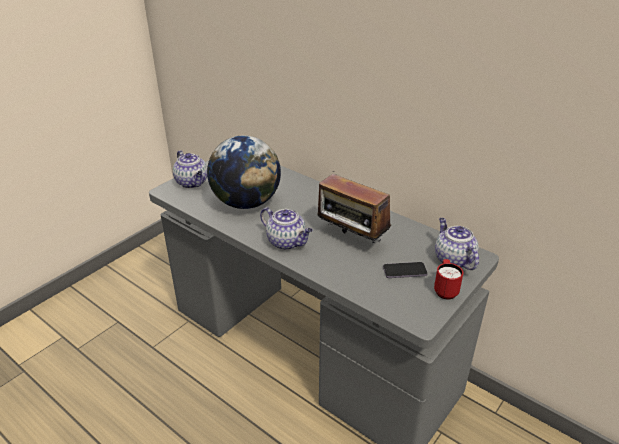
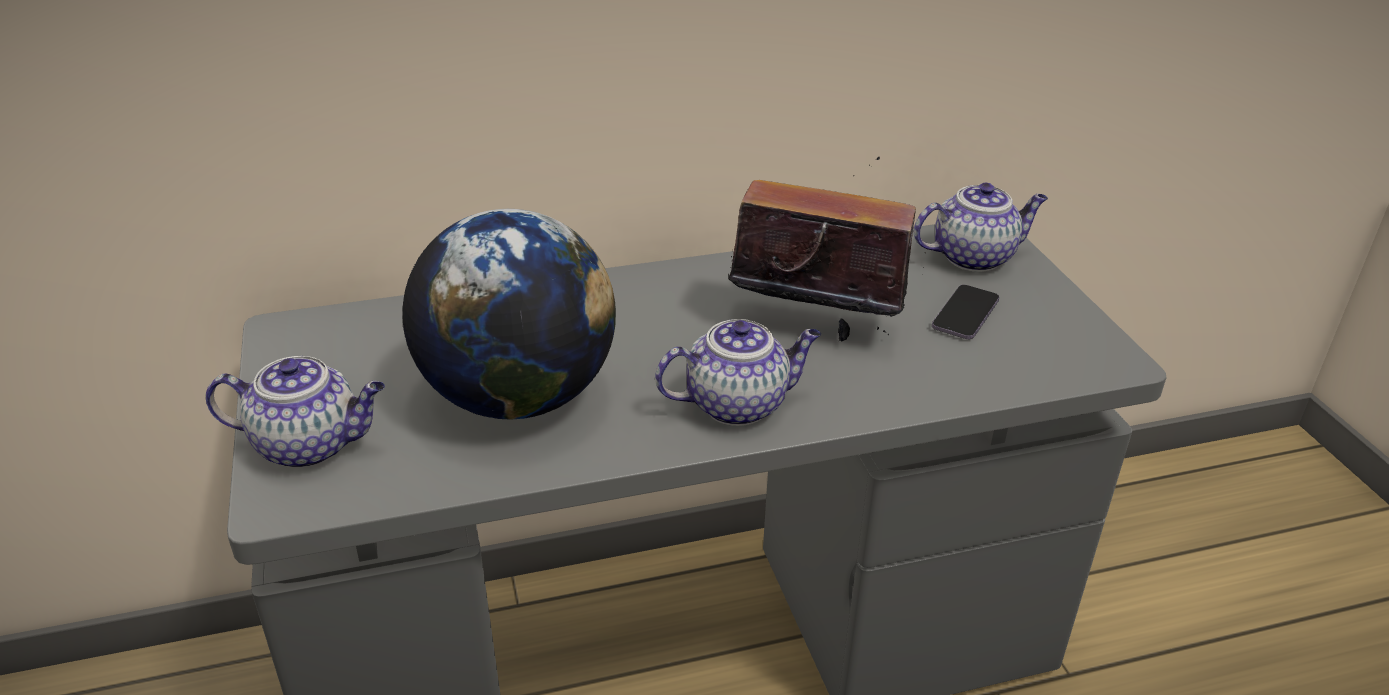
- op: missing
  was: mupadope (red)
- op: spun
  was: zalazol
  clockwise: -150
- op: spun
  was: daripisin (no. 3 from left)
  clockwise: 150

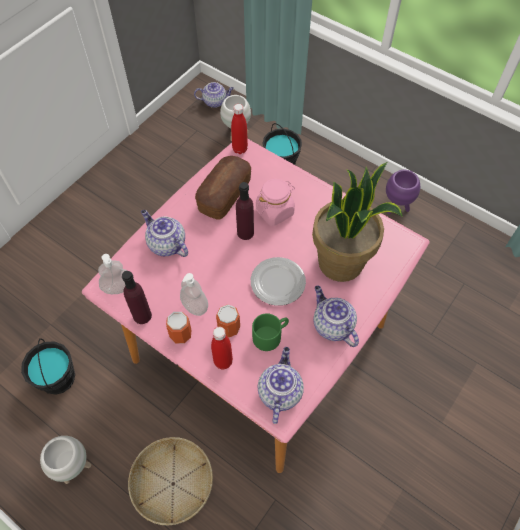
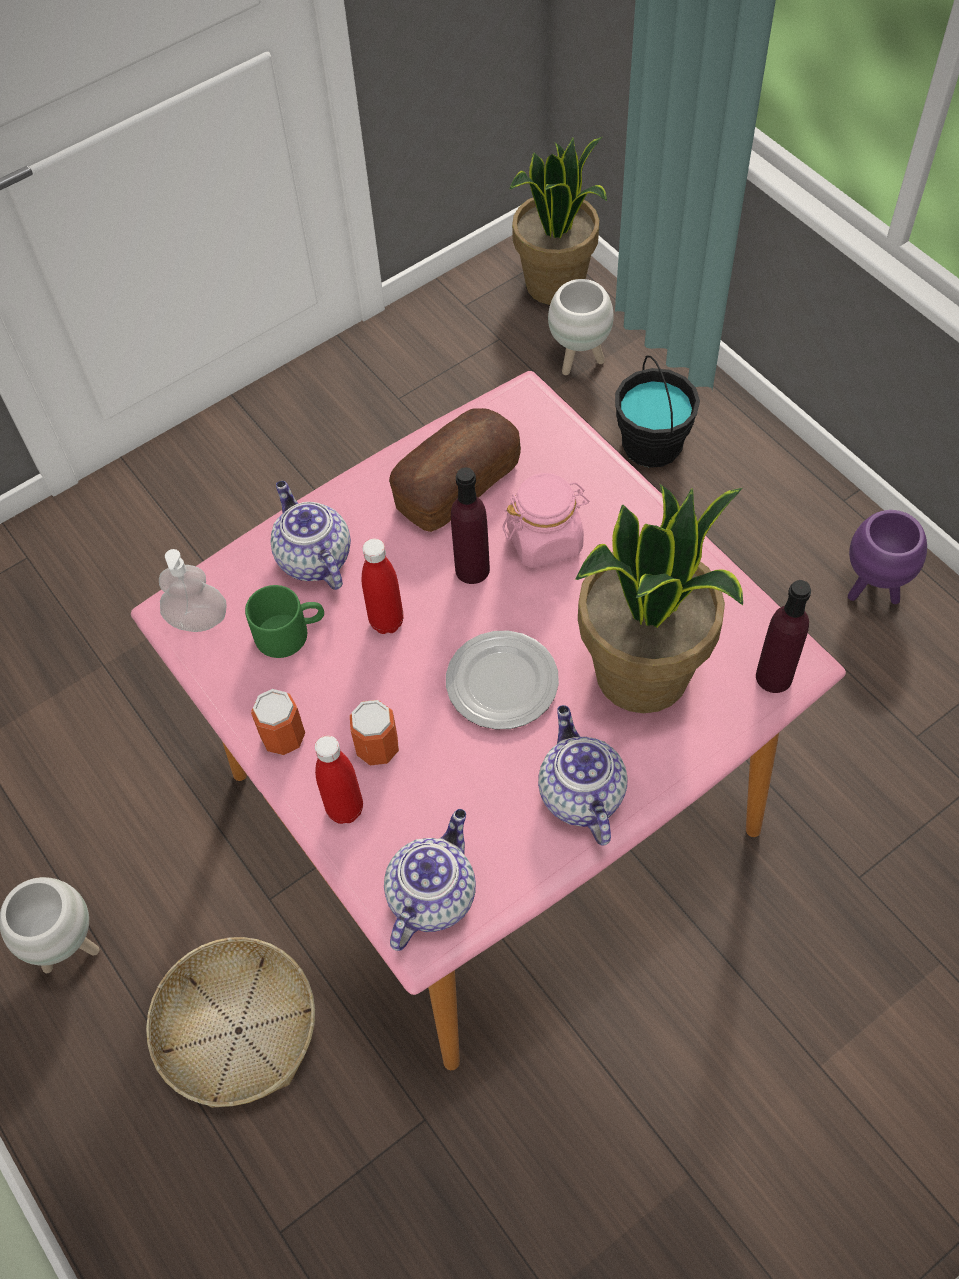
- op: missing
  was: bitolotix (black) (no. 1 from left)
- op: missing
  was: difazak (no. 2 from left)
- op: relocated
  was: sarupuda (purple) (no. 1 from left in the first image)
  now: sarupuda (purple) (no. 2 from left)
- op: relocated
  was: sarupuda (red) (no. 2 from left)
- op: relocated
  was: mupadope (green)
- op: exchanged
  was: daripisin (no. 2 from left)
  now: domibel (no. 1 from left)

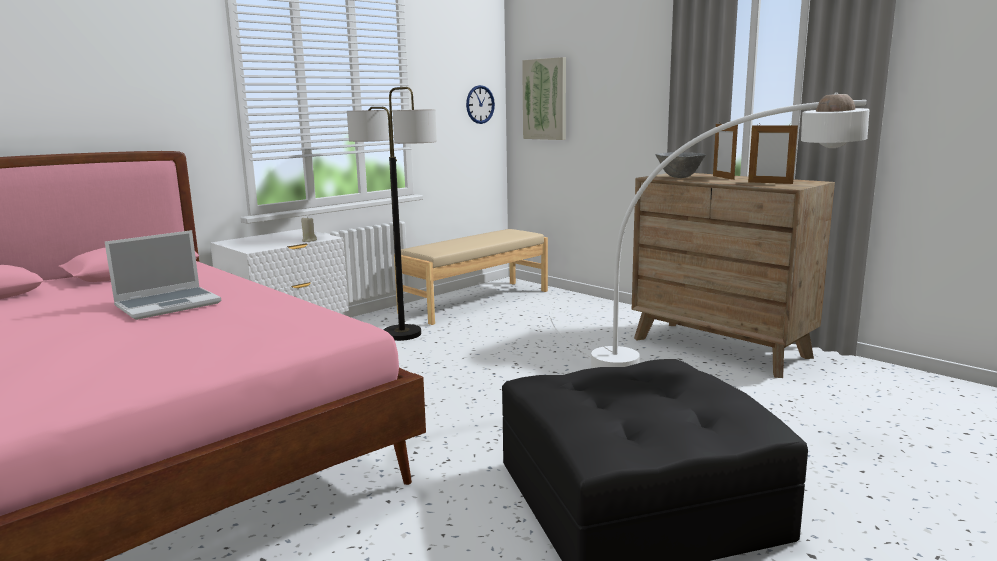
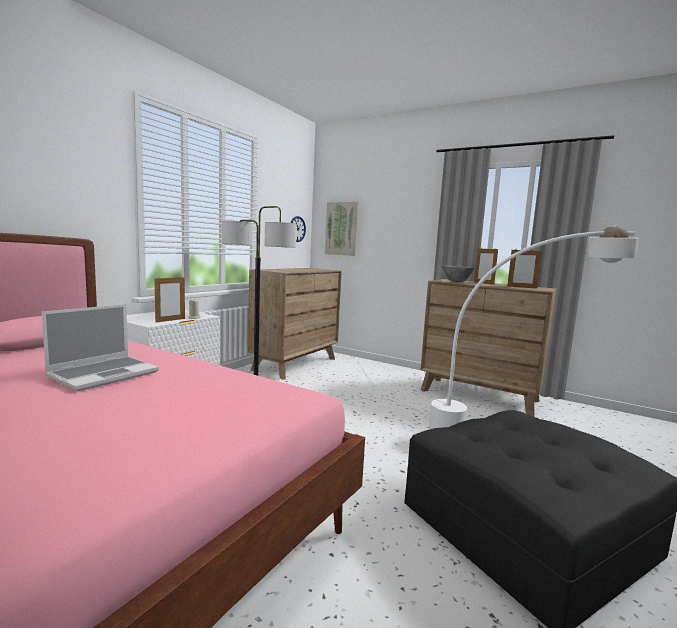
- op: appeared
  now: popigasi (no. 1 from left)
- op: exchanged
  was: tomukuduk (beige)
  now: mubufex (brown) (no. 1 from left)

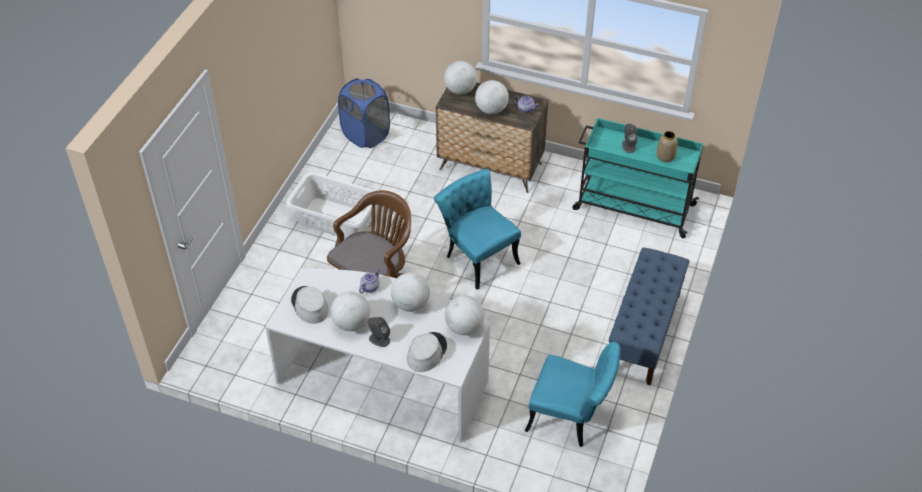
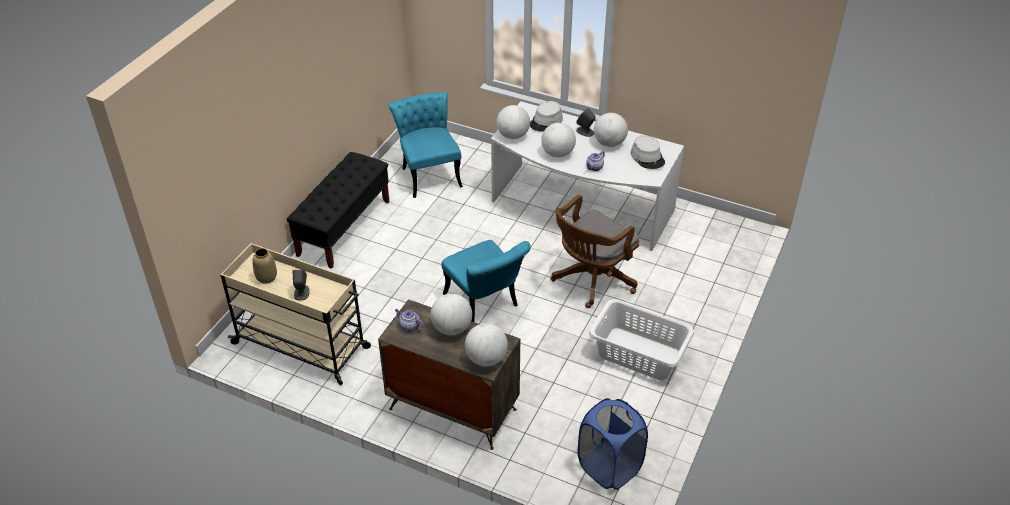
- op: colour
  was: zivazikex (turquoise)
  now: zivazikex (beige)
- op: colour
  was: tomukuduk (blue)
  now: tomukuduk (black)
- op: spun
  was: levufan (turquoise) (no. 2 from left in the first image)
  clockwise: 45

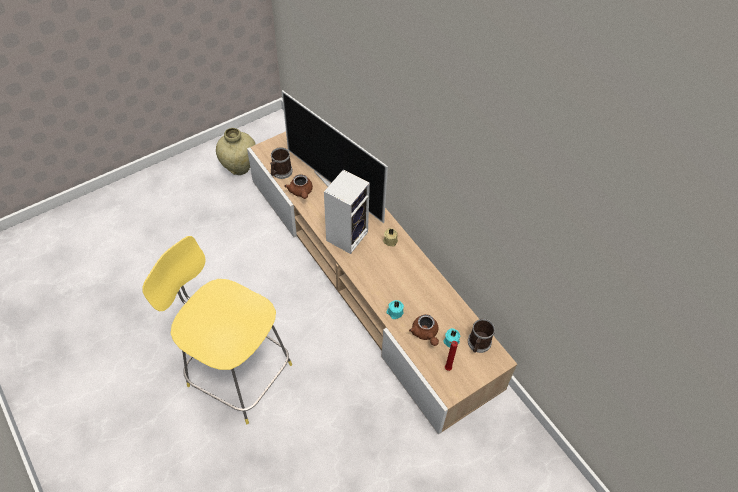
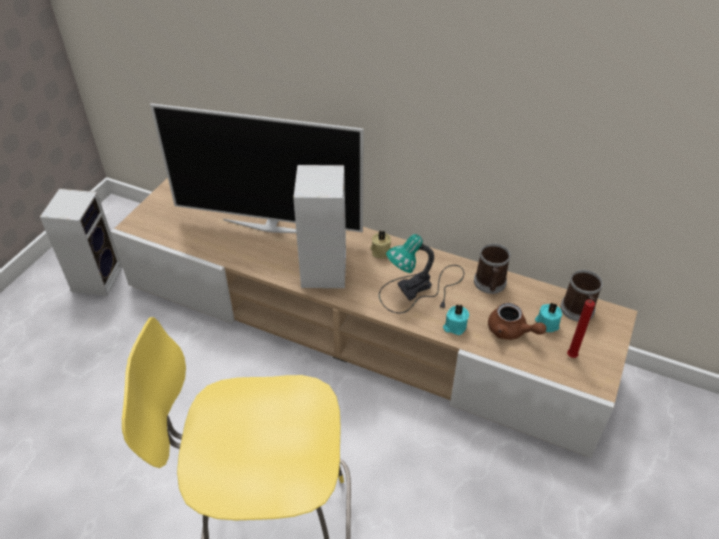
- op: missing
  was: daripisin (brown) (no. 1 from left)
- op: appeared
  now: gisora
- op: relocated
  was: mupadope (no. 1 from left)
- op: exchanged
  was: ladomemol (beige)
  now: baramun (no. 1 from left)

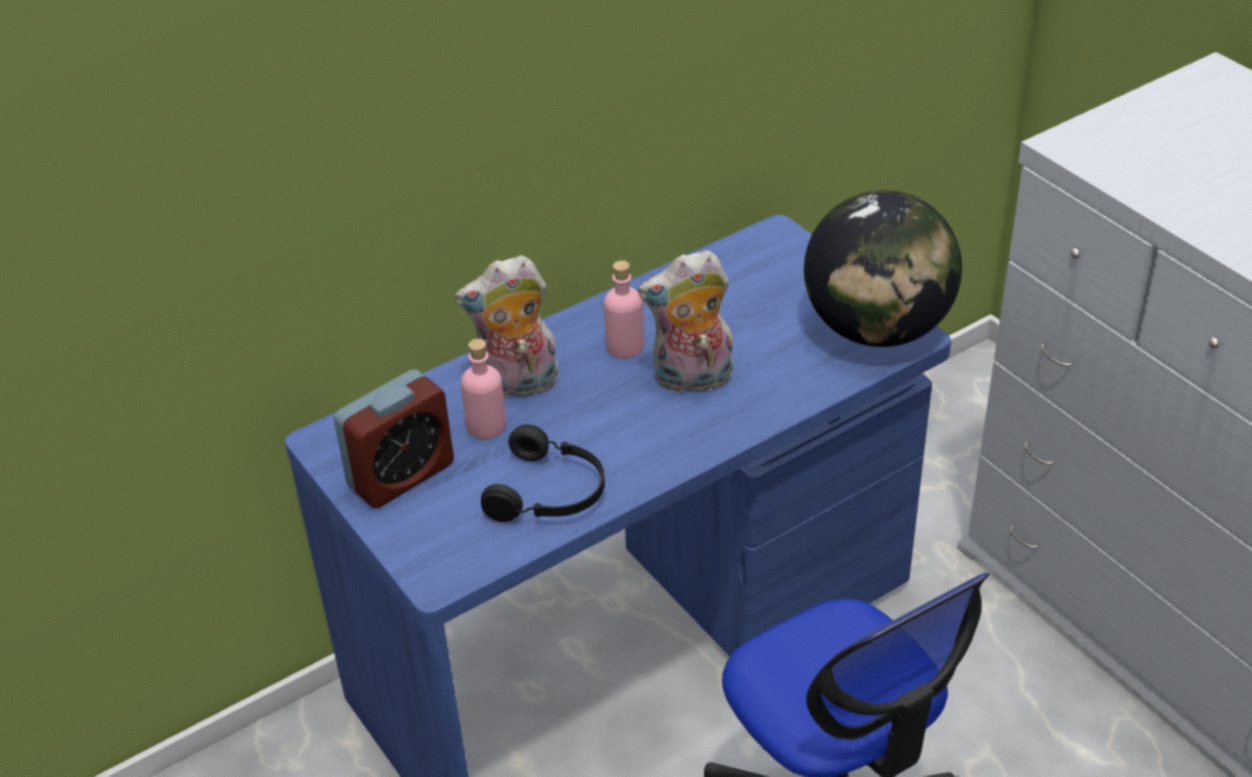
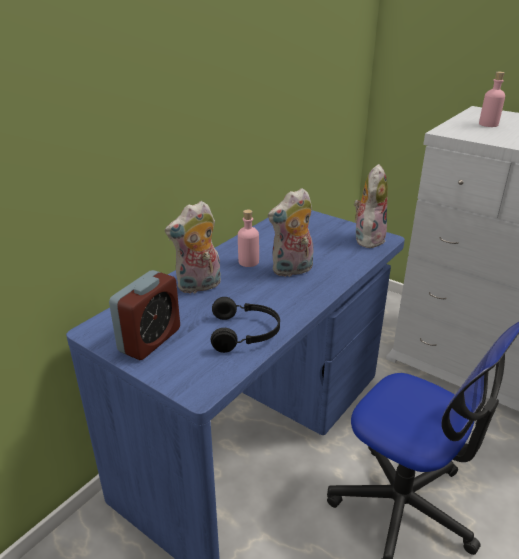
- op: relocated
  was: sarupuda (pink) (no. 1 from left in the first image)
  now: sarupuda (pink) (no. 2 from left)
- op: exchanged
  was: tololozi
  now: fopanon (no. 3 from left)

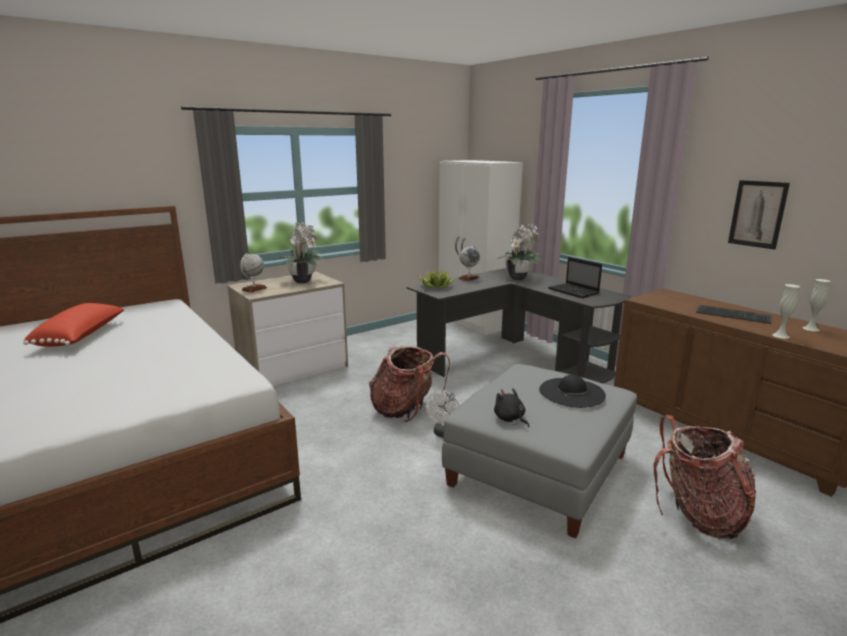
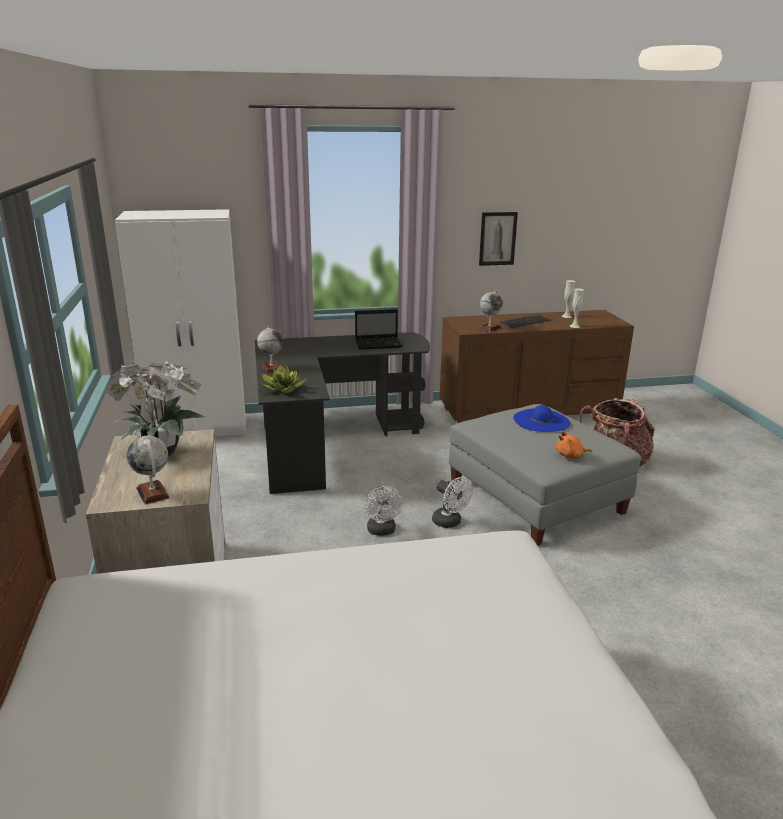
- op: missing
  was: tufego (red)
- op: missing
  was: domibel (no. 3 from left)
- op: appeared
  now: tololozi (no. 3 from left)
- op: exchanged
  was: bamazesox (no. 1 from left)
  now: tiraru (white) (no. 1 from left)
- op: colour
  was: fopanon (black)
  now: fopanon (orange)
- op: colour
  was: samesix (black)
  now: samesix (blue)

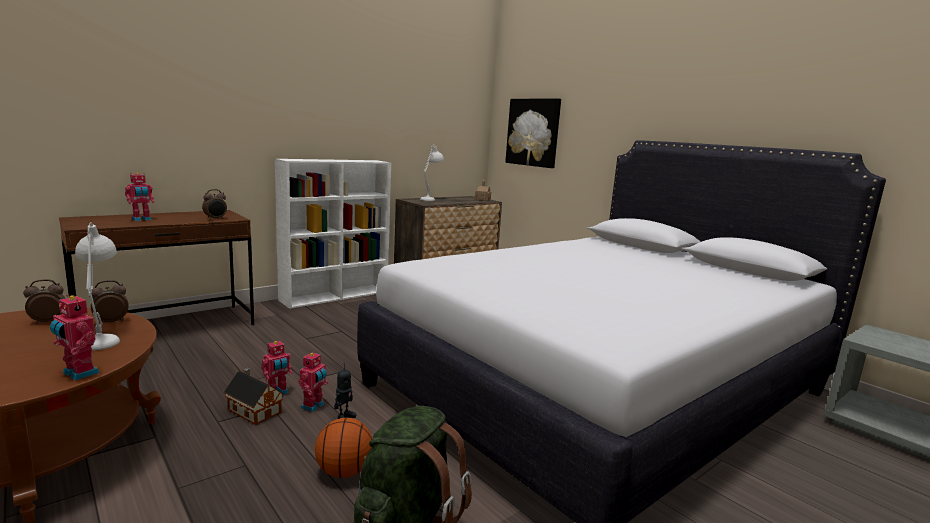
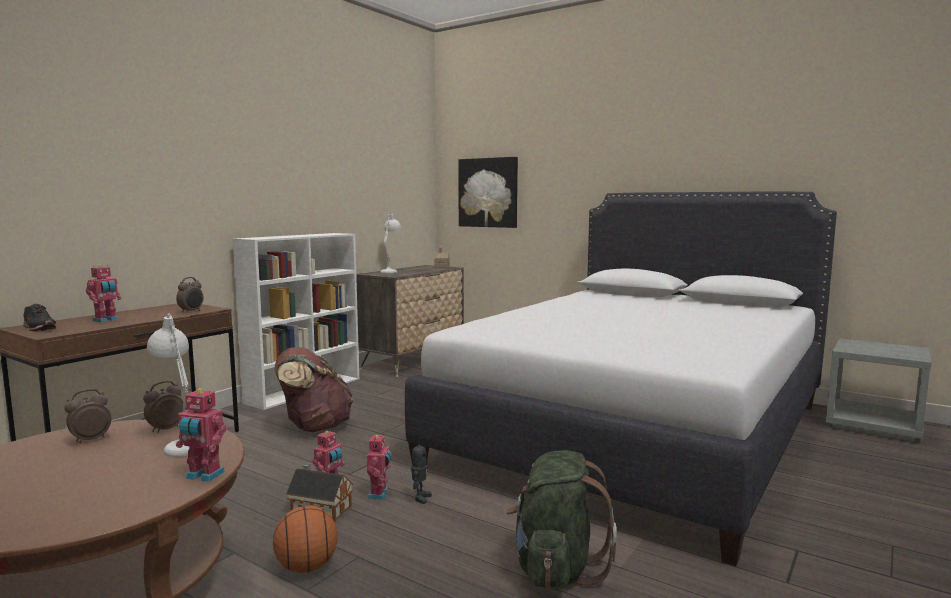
- op: appeared
  now: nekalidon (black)
- op: appeared
  now: bamazesox (brown)
- op: relocated
  was: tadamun

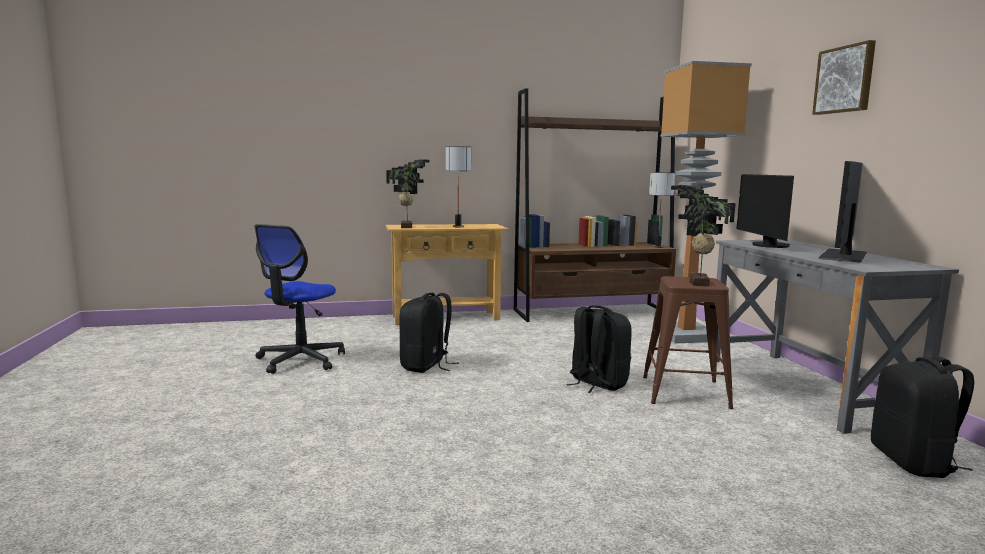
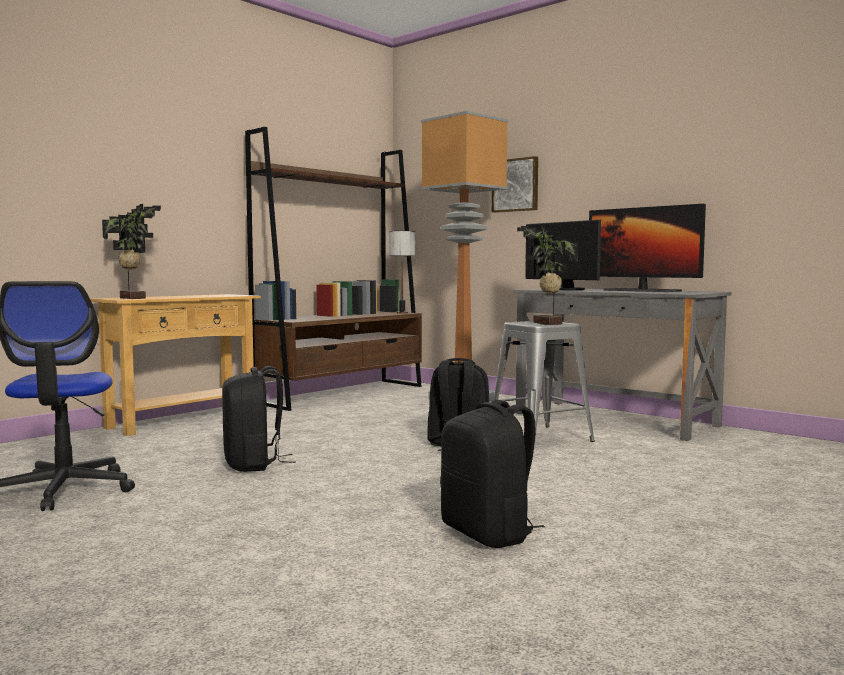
- op: missing
  was: gisora (no. 1 from left)
- op: relocated
  was: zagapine
- op: relocated
  was: bamazesox (black) (no. 3 from left)
- op: colour
  was: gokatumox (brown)
  now: gokatumox (grey)
- op: spun
  was: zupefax (no. 2 from left)
  clockwise: -45

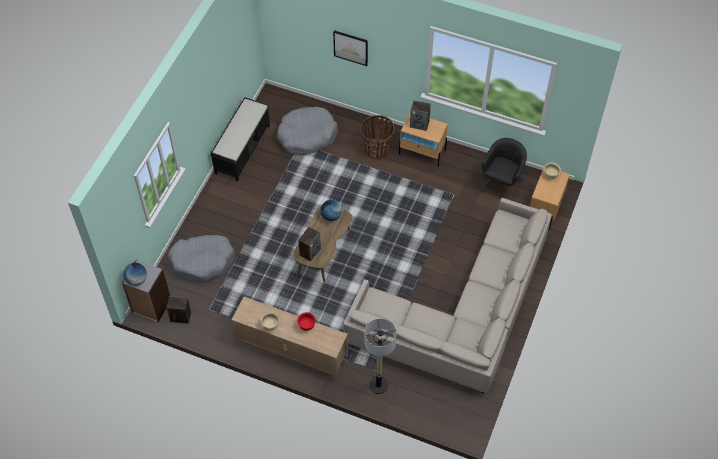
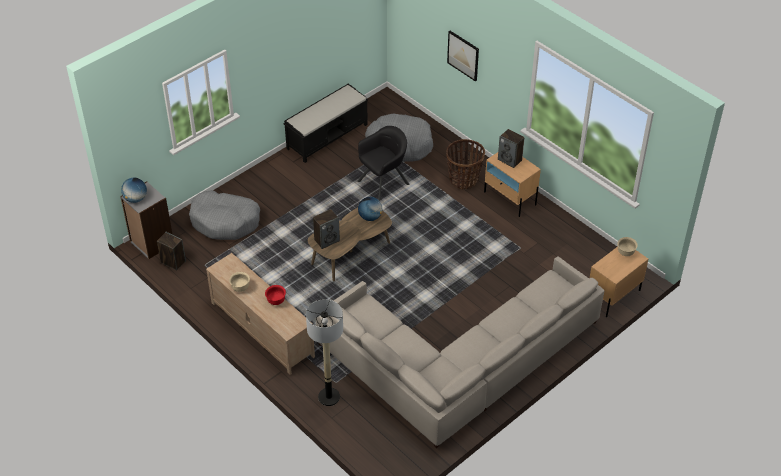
- op: relocated
  was: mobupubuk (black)

